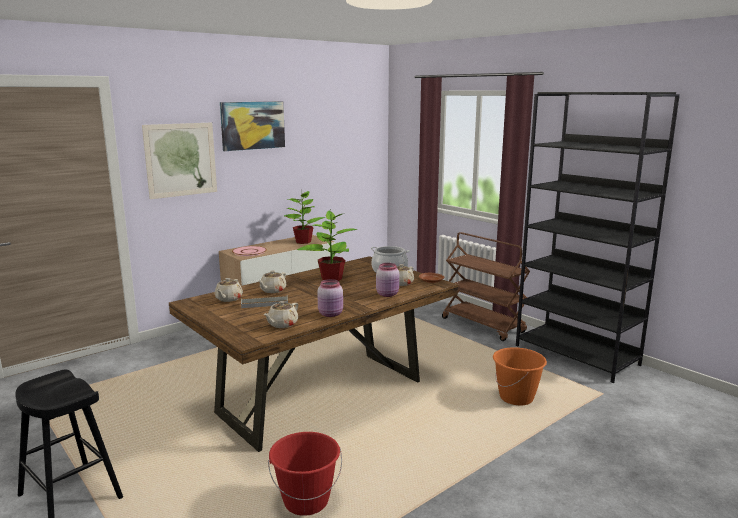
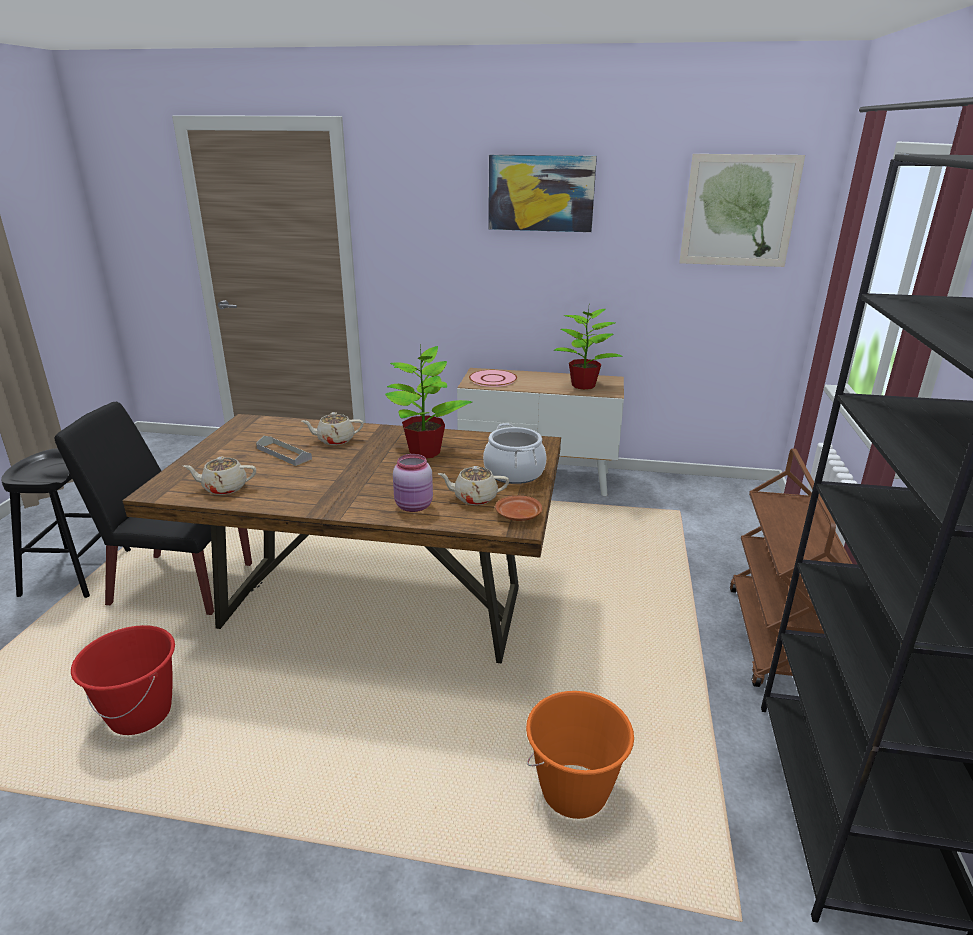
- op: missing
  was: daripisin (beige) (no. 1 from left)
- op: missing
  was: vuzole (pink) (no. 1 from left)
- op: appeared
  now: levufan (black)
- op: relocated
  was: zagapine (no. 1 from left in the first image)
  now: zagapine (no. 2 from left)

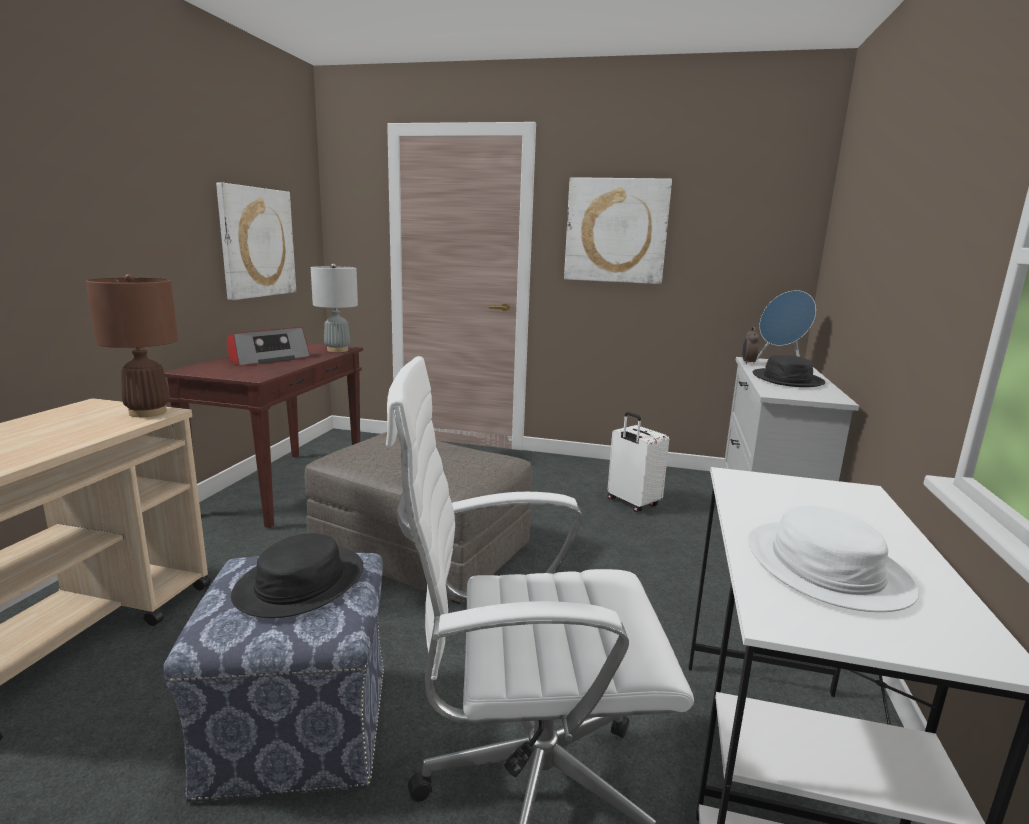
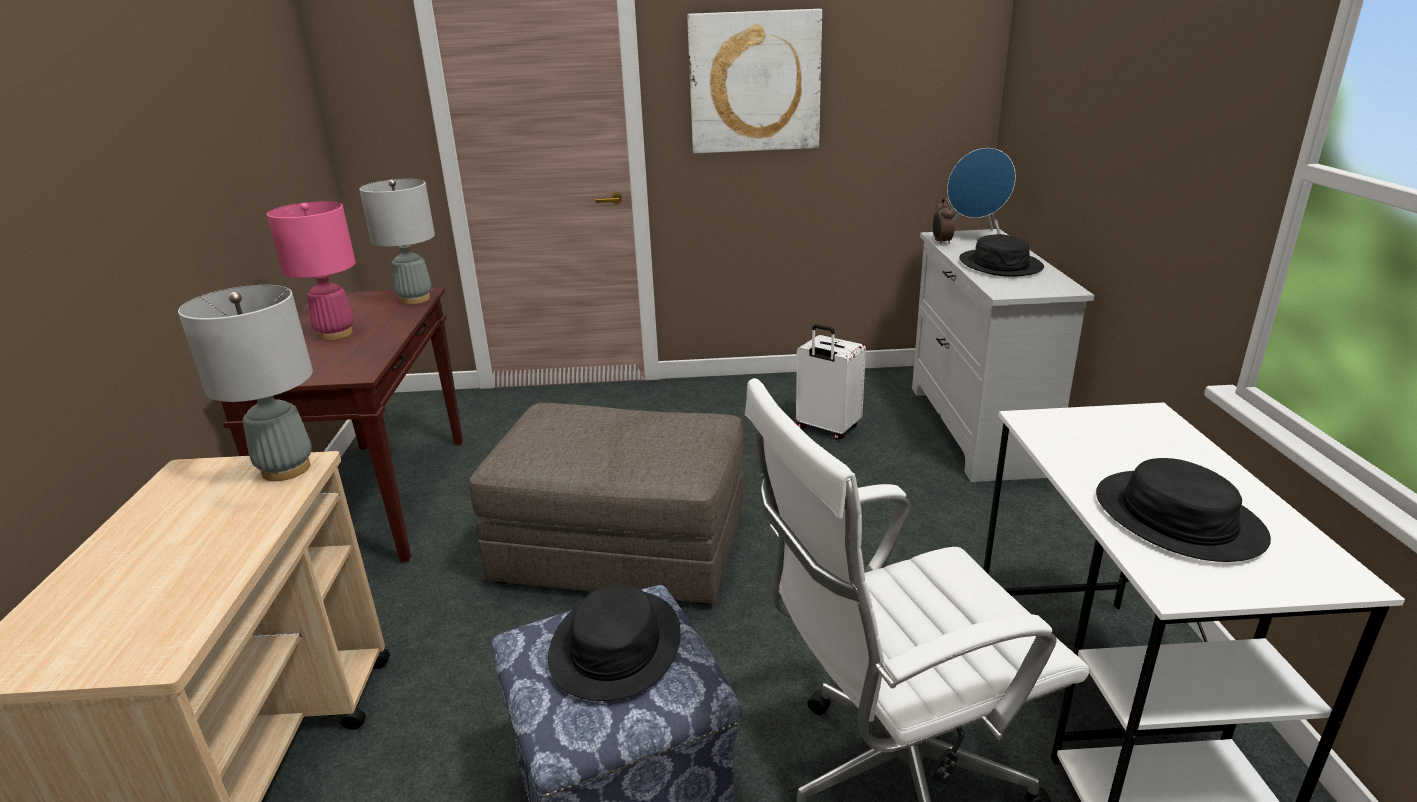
- op: missing
  was: zagapine (no. 1 from left)
- op: exchanged
  was: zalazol
  now: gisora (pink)
- op: colour
  was: gisora (brown)
  now: gisora (grey) (no. 1 from left)
- op: colour
  was: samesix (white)
  now: samesix (black) (no. 3 from left)

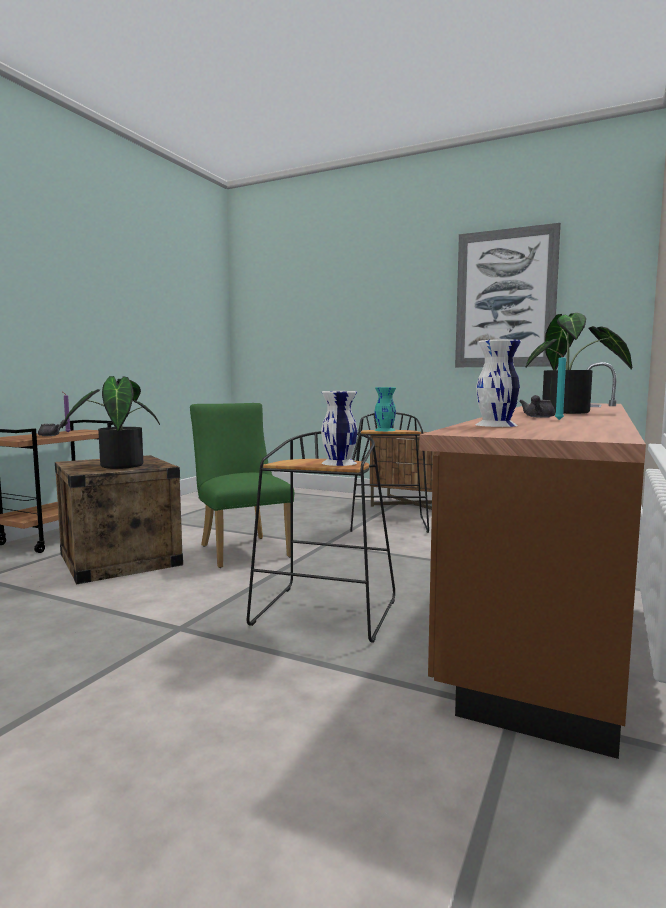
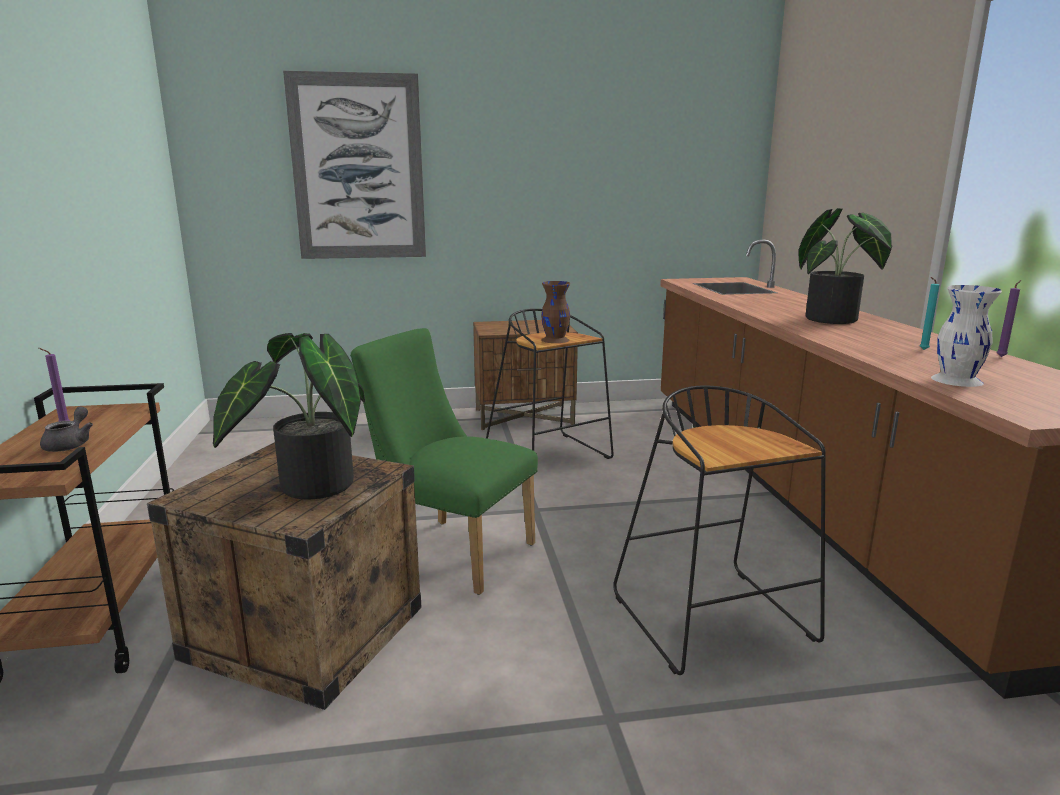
- op: missing
  was: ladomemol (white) (no. 1 from left)
- op: missing
  was: daripisin (grey) (no. 2 from left)
- op: appeared
  now: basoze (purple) (no. 2 from left)
- op: relocated
  was: zagapine
- op: colour
  was: ladomemol (turquoise)
  now: ladomemol (brown)

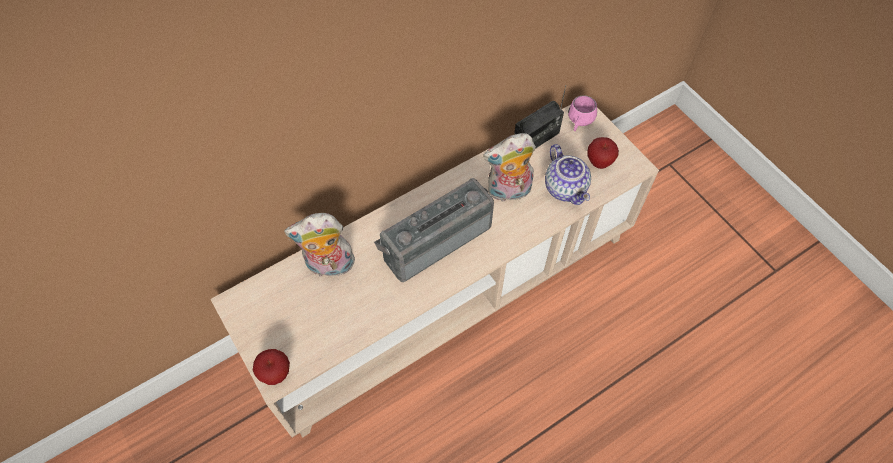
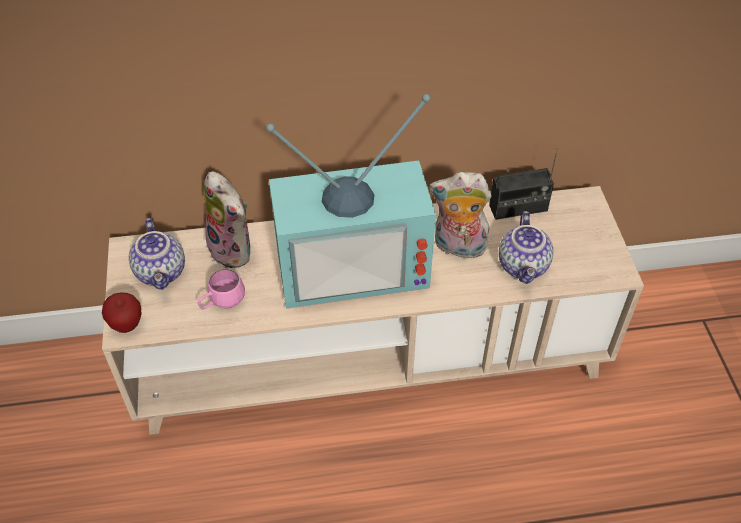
- op: missing
  was: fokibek (no. 2 from left)
- op: appeared
  now: daripisin (no. 1 from left)
- op: relocated
  was: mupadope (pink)
- op: exchanged
  was: zalazol (no. 1 from left)
  now: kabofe
- op: spun
  was: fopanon (no. 1 from left)
  clockwise: -150

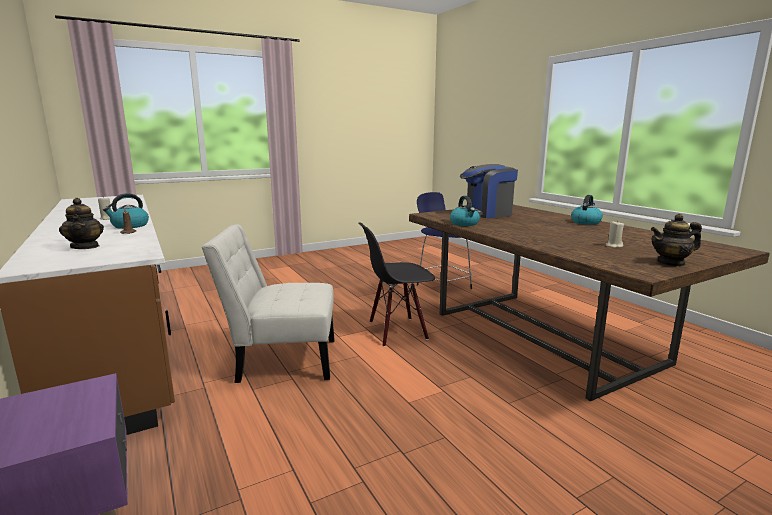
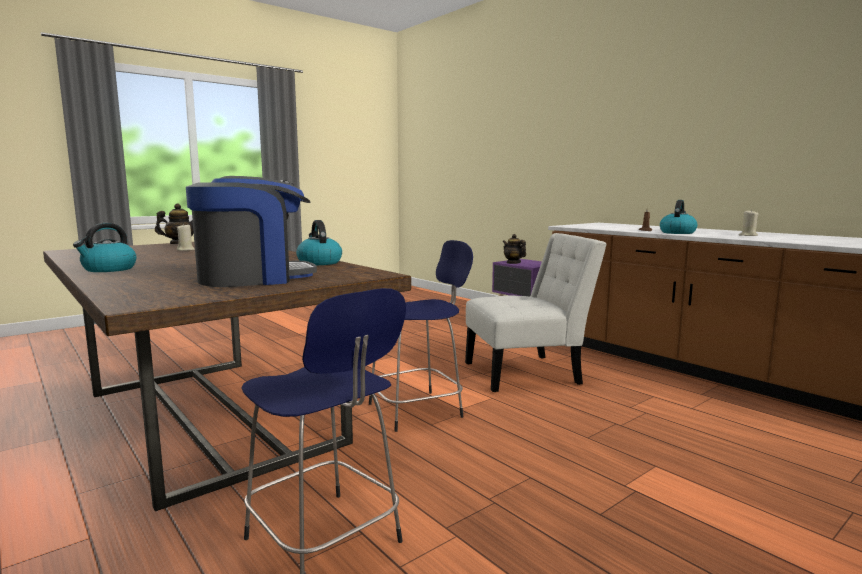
- op: relocated
  was: daripisin (no. 1 from left in the first image)
  now: daripisin (no. 2 from left)
- op: exchanged
  was: levufan (black)
  now: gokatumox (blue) (no. 2 from left)

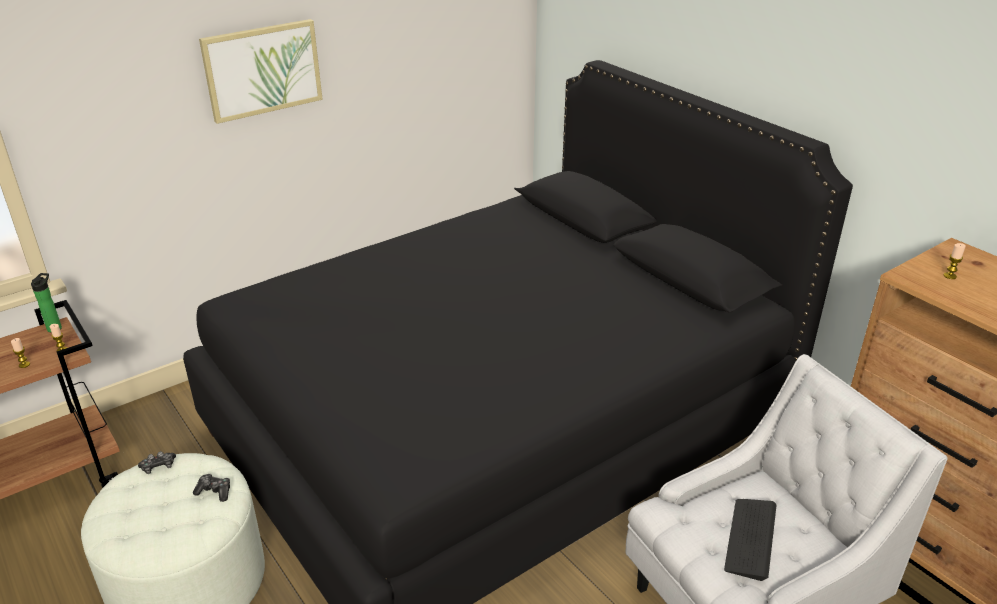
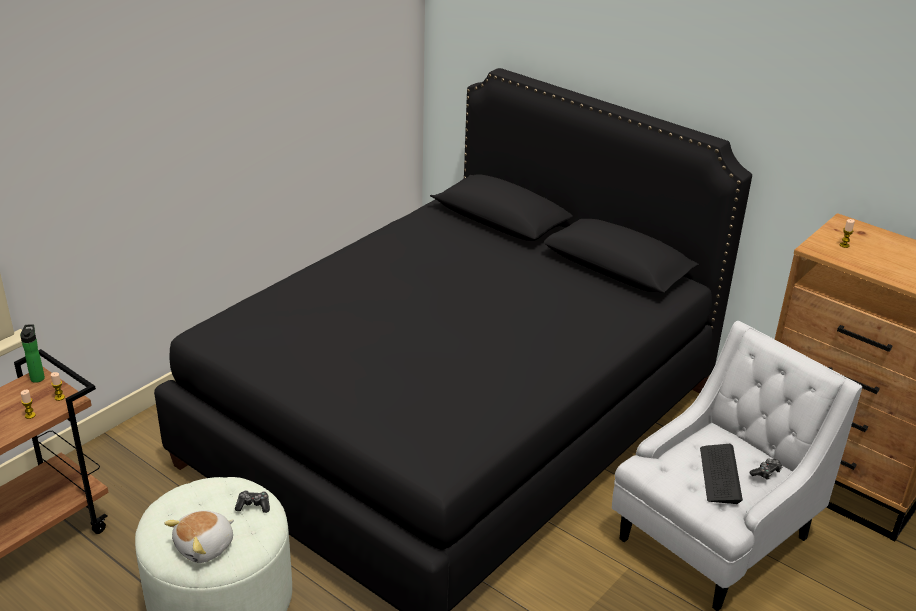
- op: missing
  was: zagapine
- op: appeared
  now: fopanon
- op: relocated
  was: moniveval (no. 1 from left in the first image)
  now: moniveval (no. 2 from left)

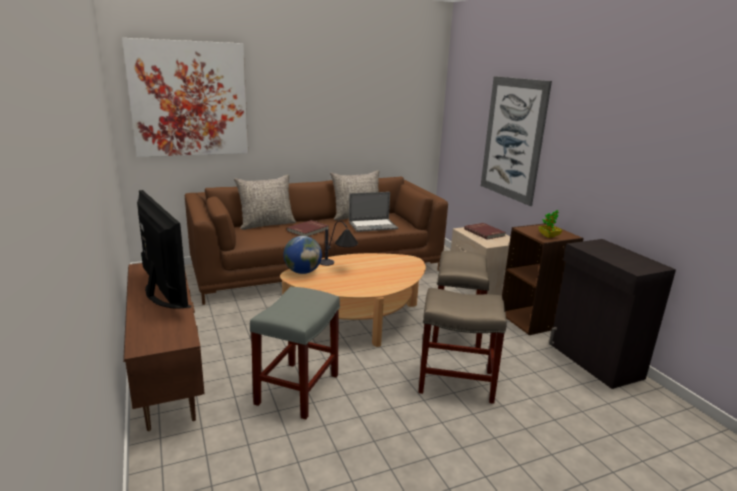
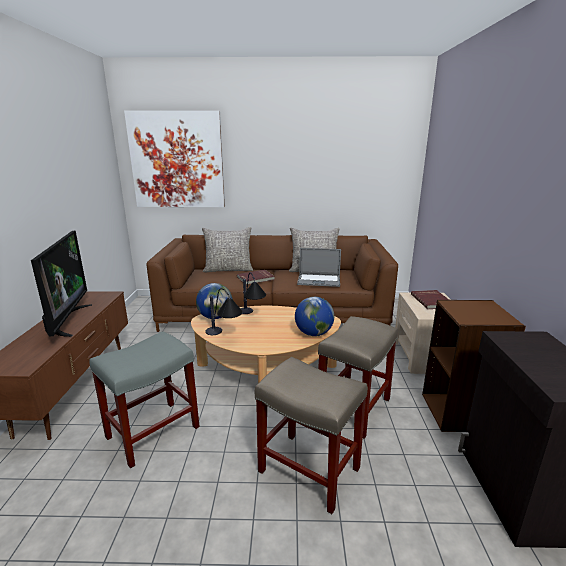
- op: missing
  was: zagapine (no. 2 from left)
- op: missing
  was: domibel
- op: appeared
  now: gisora (no. 1 from left)
- op: appeared
  now: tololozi (no. 2 from left)

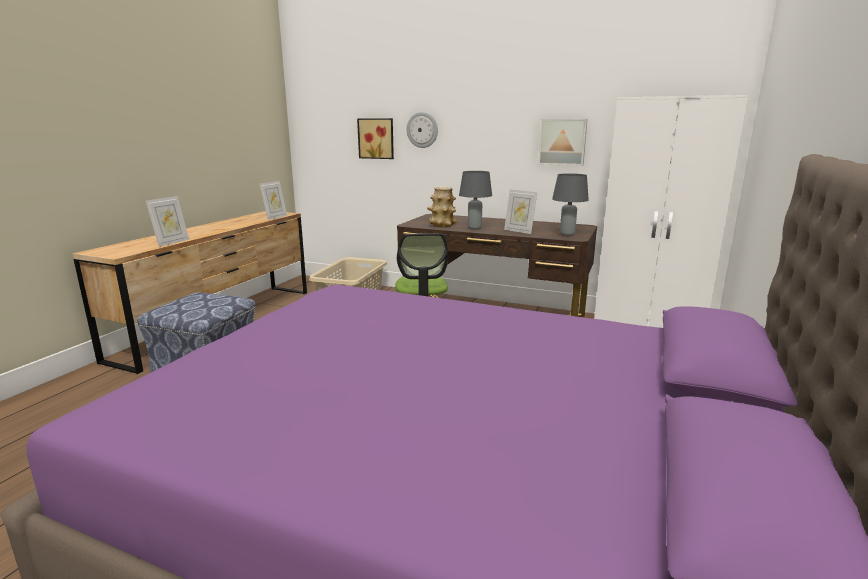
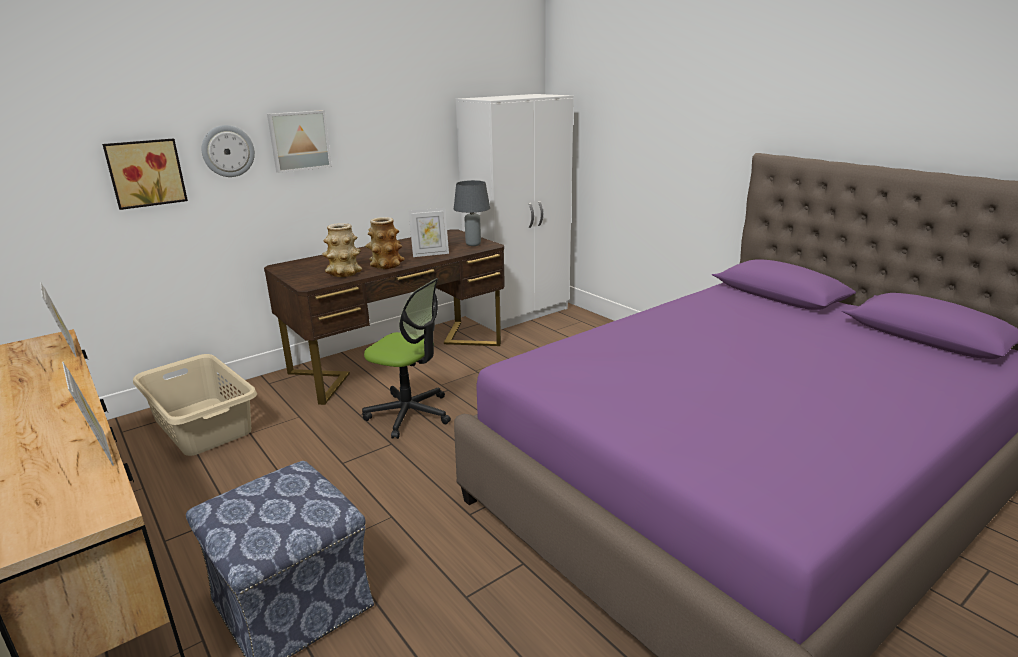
- op: relocated
  was: zagapine (no. 2 from left)
- op: exchanged
  was: gisora (grey) (no. 1 from left)
  now: ladomemol (no. 2 from left)

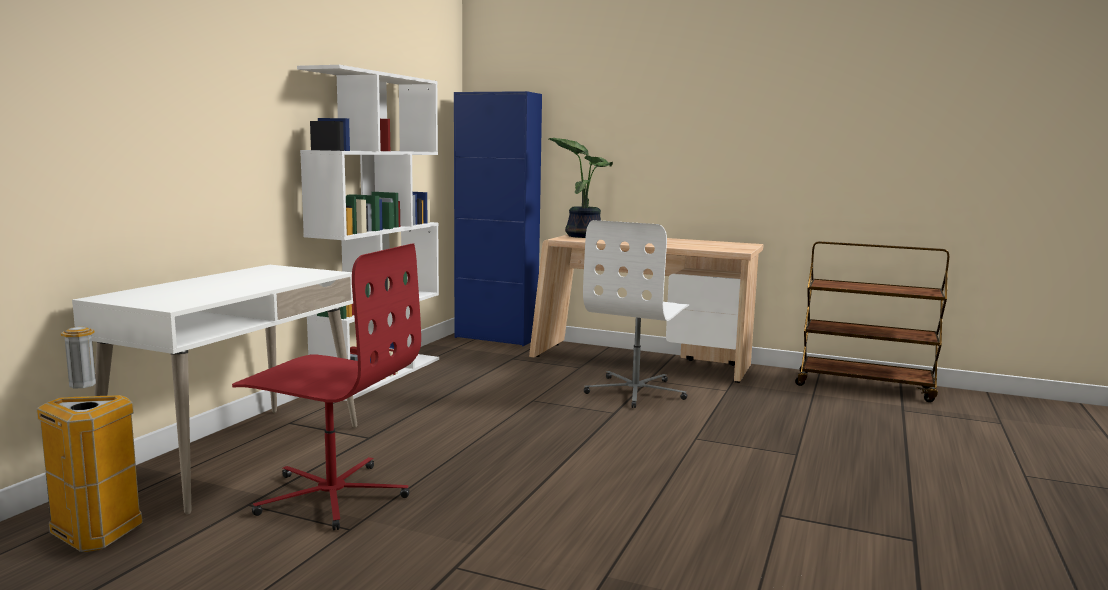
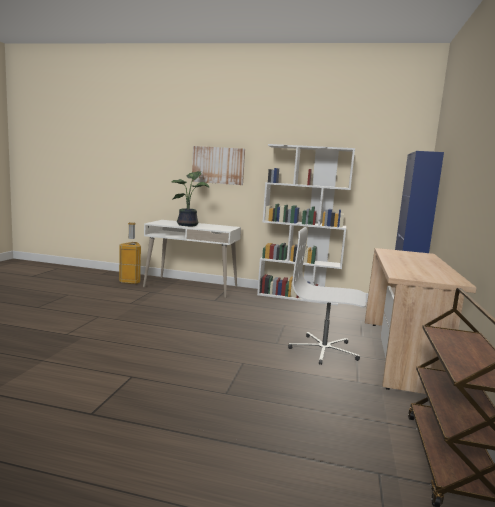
- op: missing
  was: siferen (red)
- op: appeared
  now: zagapine
- op: relocated
  was: domibel

